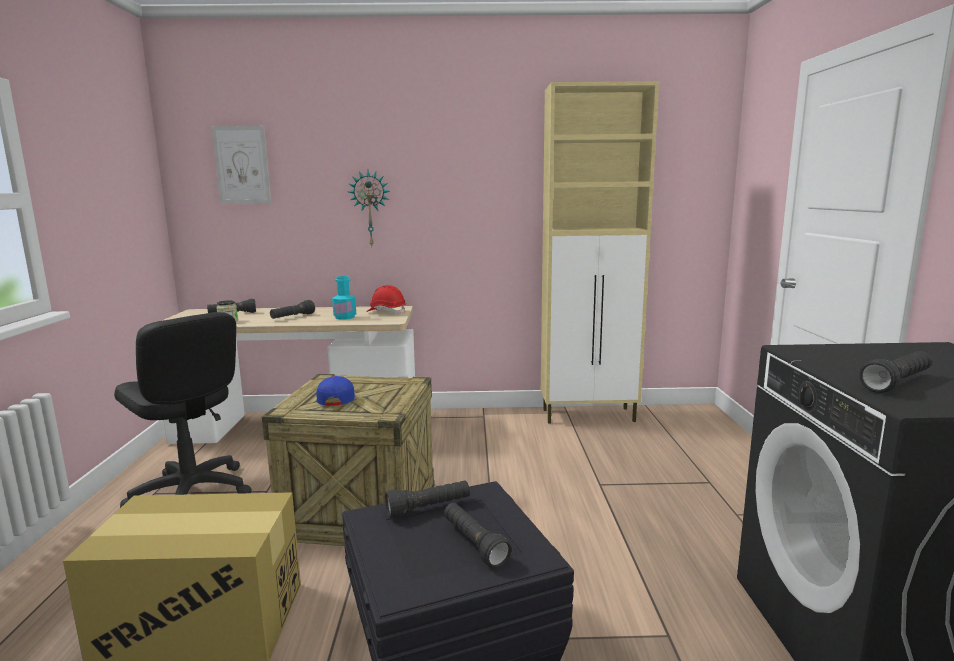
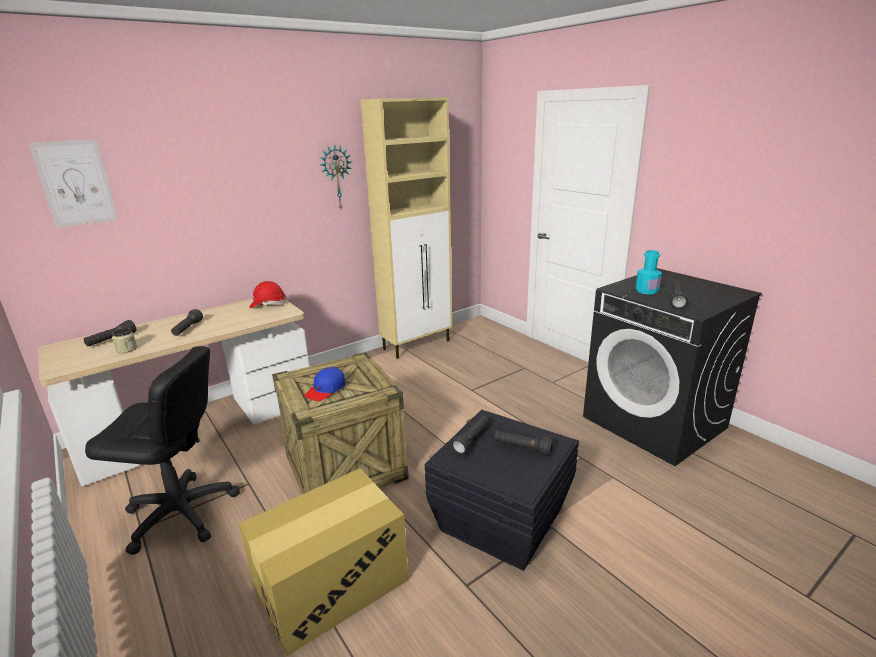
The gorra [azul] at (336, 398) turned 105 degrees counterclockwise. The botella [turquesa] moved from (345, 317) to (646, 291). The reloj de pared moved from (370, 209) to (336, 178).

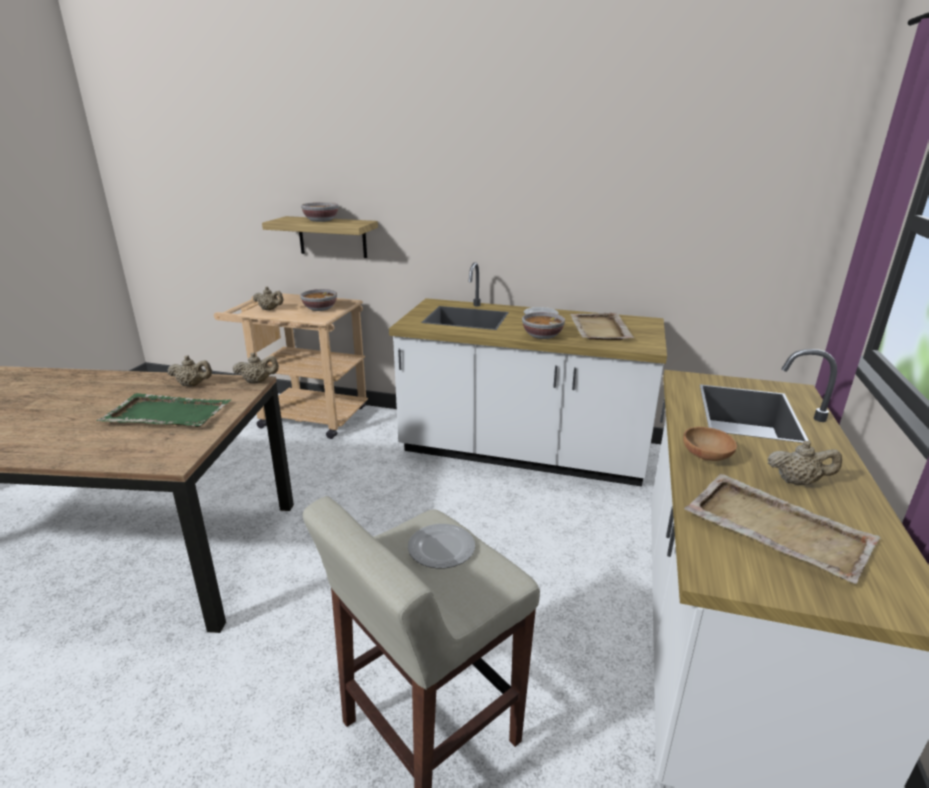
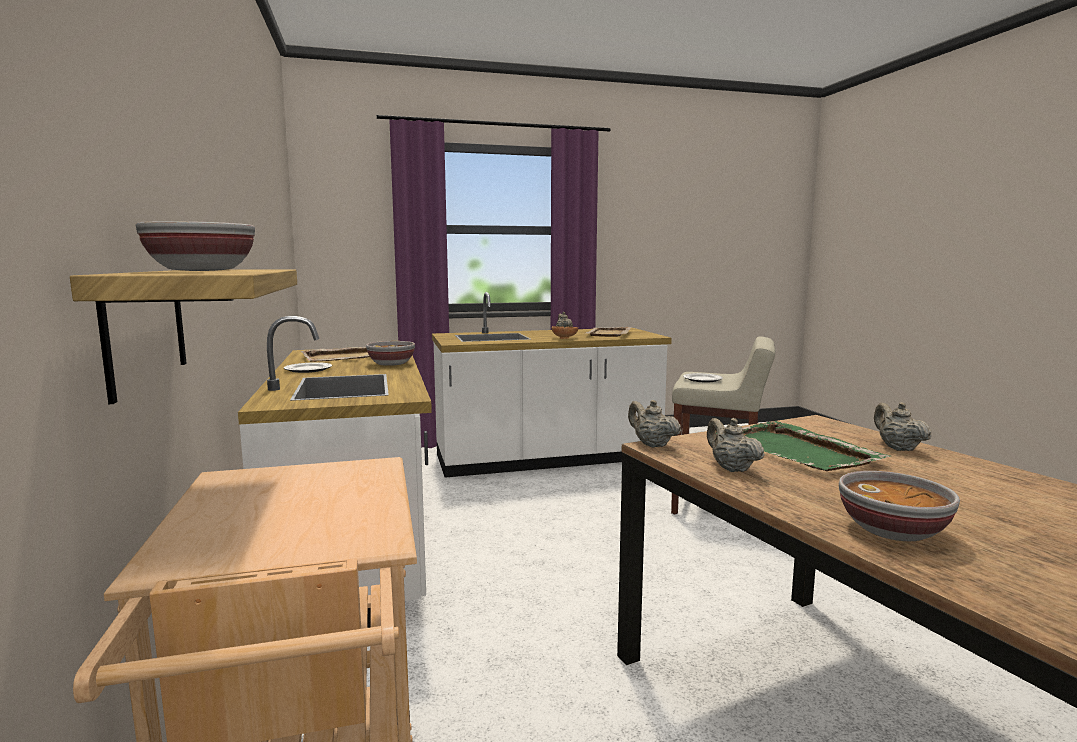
The tetera [beis] moved from (270, 309) to (897, 448). The cuenco moved from (319, 308) to (893, 530).

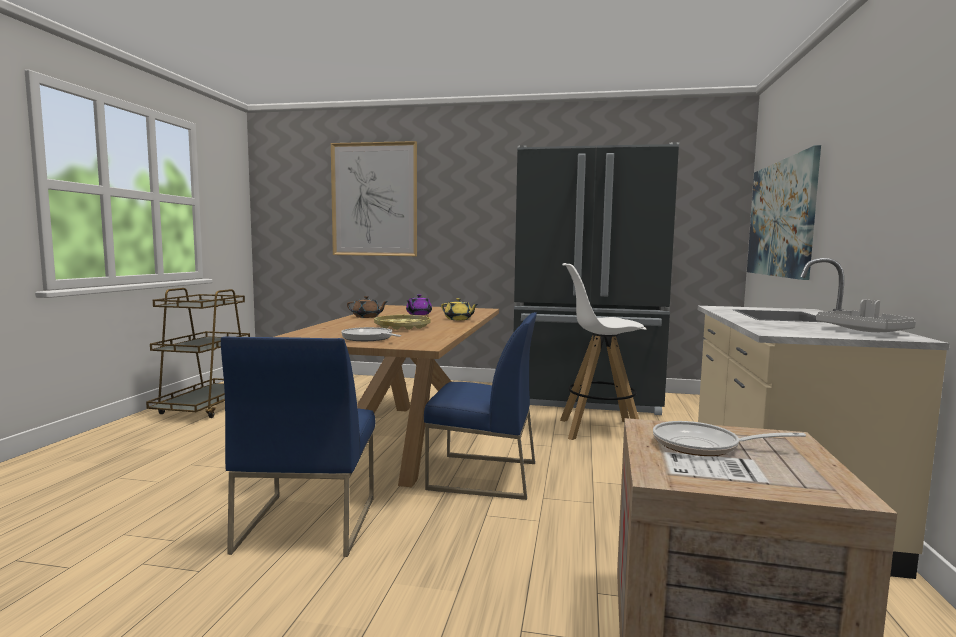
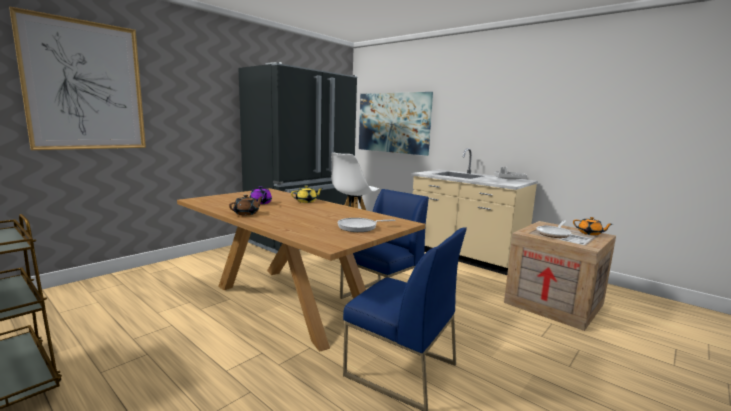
The bandeja [amarillo] at (402, 327) disappeared. The tetera [naranja] at (590, 233) appeared.

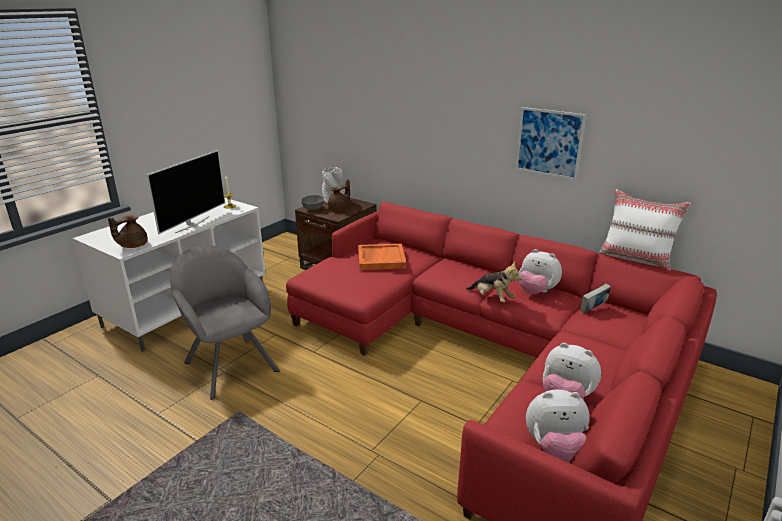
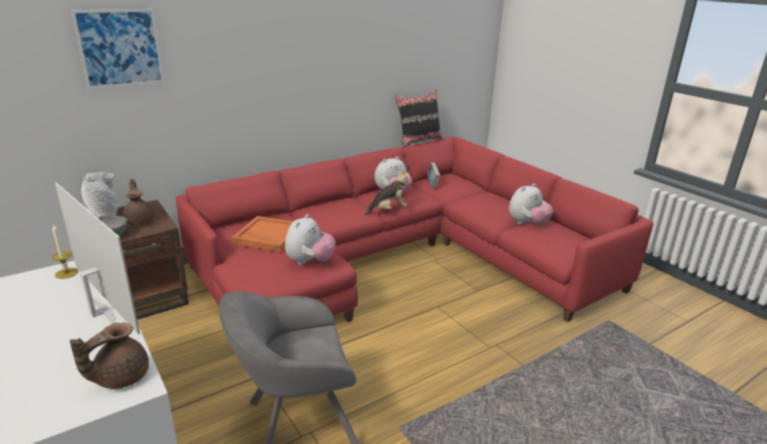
The tetera [marrón] at (132, 245) turned 75 degrees clockwise. The cuadro moved from (549, 143) to (120, 48). The peluche moved from (555, 450) to (310, 262). The cojín [blanco] at (636, 258) became the cojín [negro] at (419, 141).

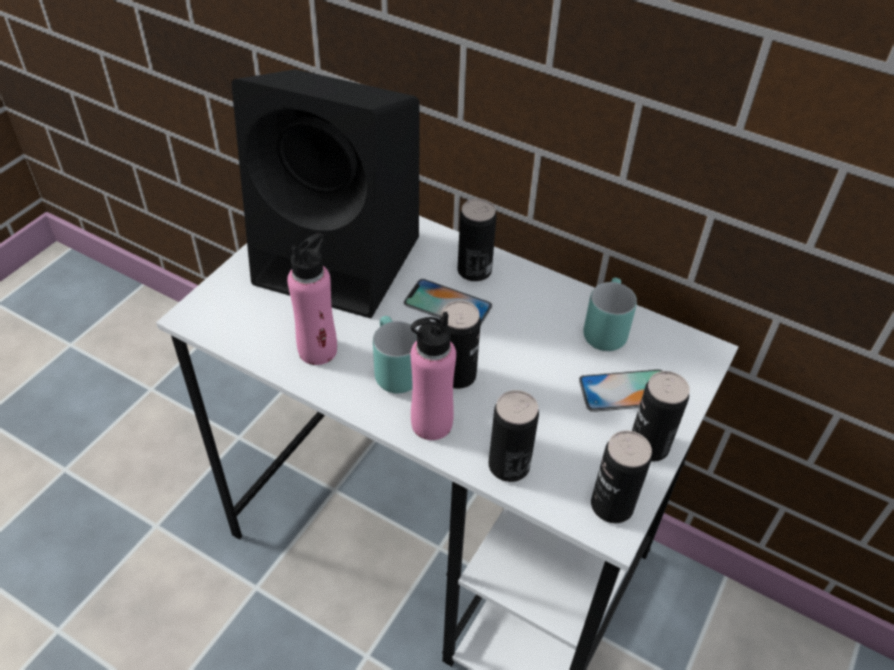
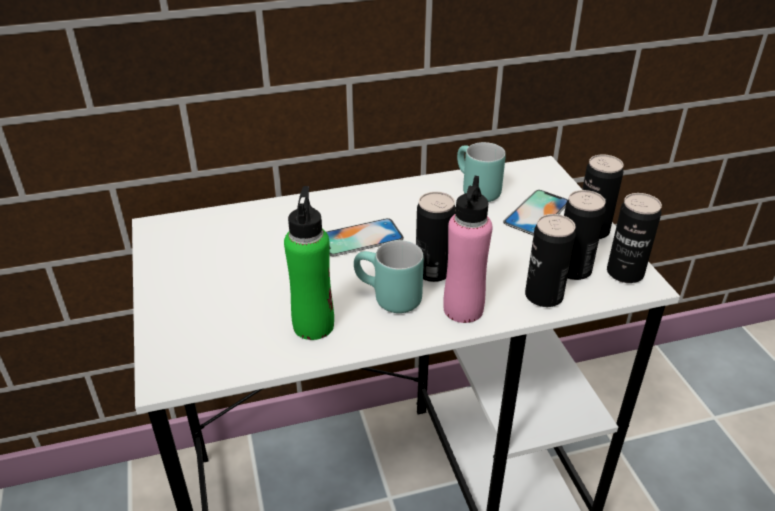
The altavoz [negro] at (342, 260) disappeared. The botella [rosa] at (318, 350) became the botella [verde] at (313, 325). The lata moved from (474, 271) to (573, 270).

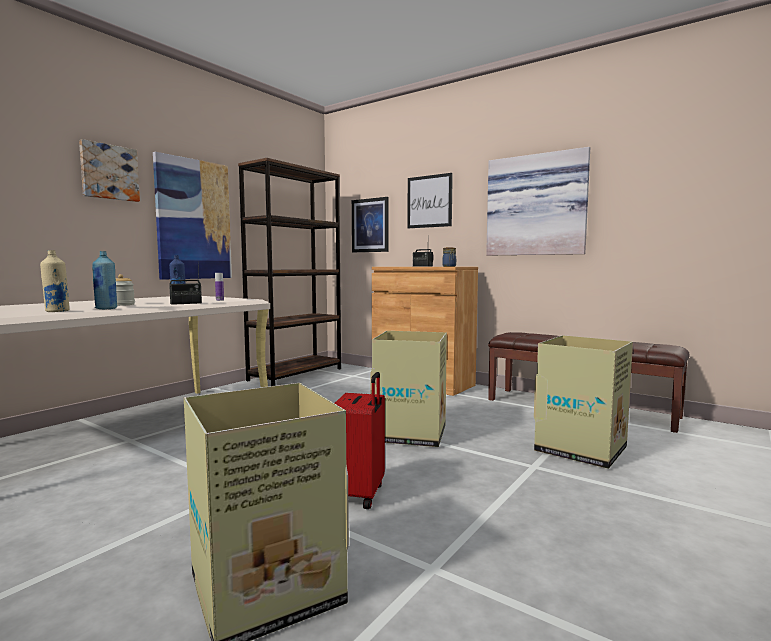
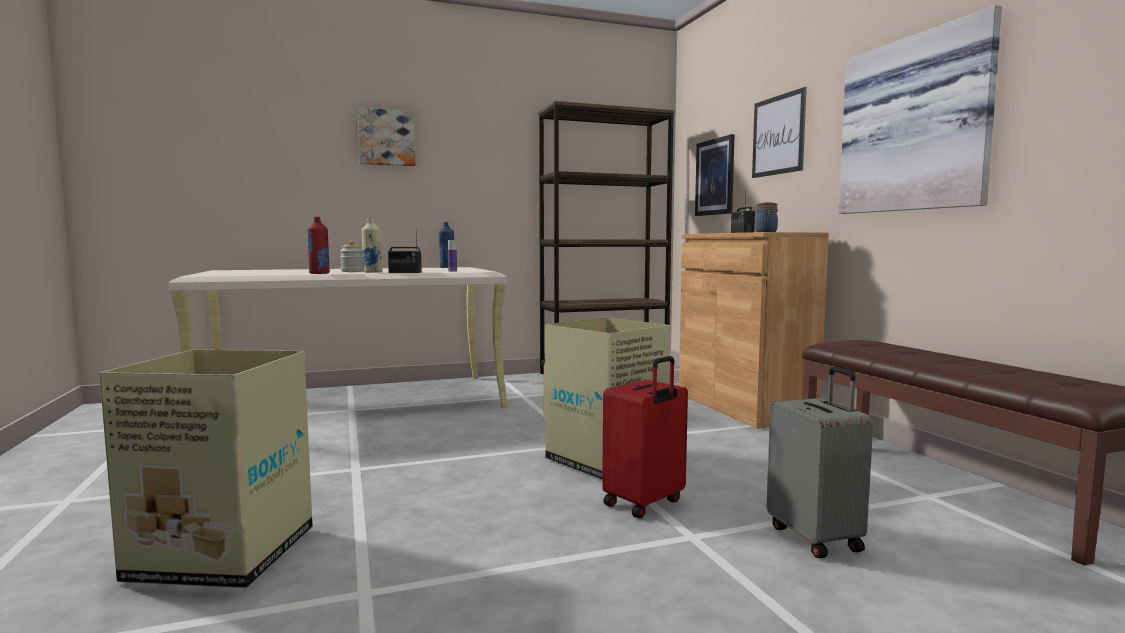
The botella [beis] moved from (57, 311) to (372, 272). The botella [azul] at (106, 308) became the botella [rojo] at (319, 273). The cuadro at (193, 219) disappeared. The maleta [rojo] moved from (360, 494) to (645, 503). The caja de cartón at (581, 449) was replaced by the maleta [gris] at (816, 538).

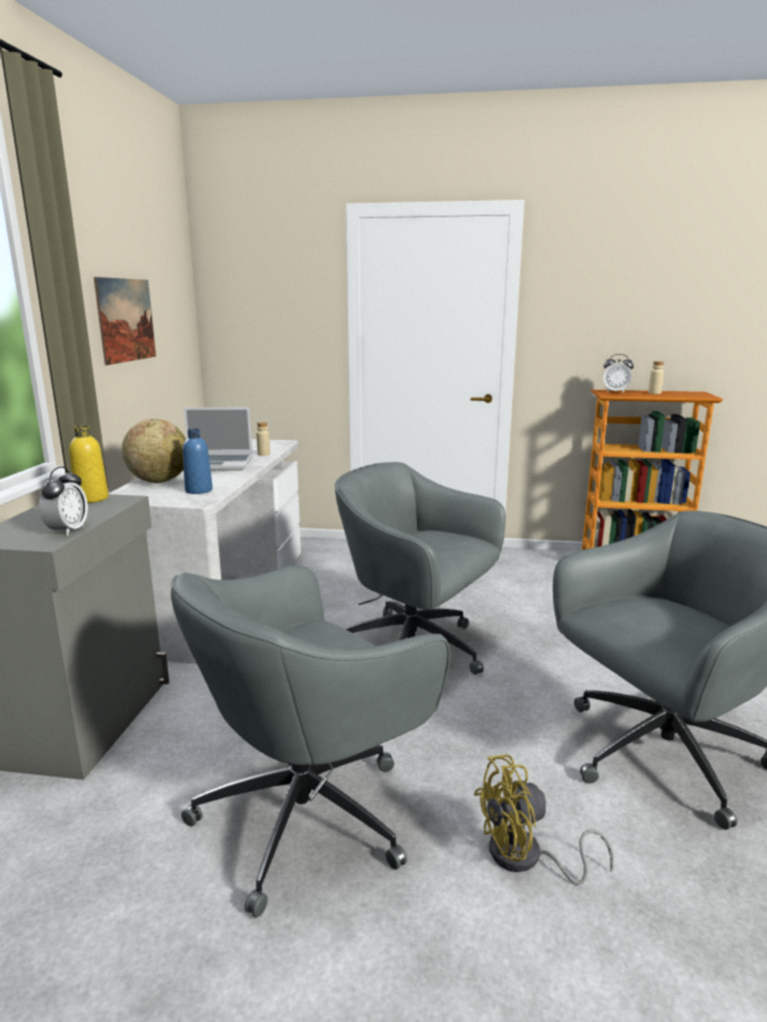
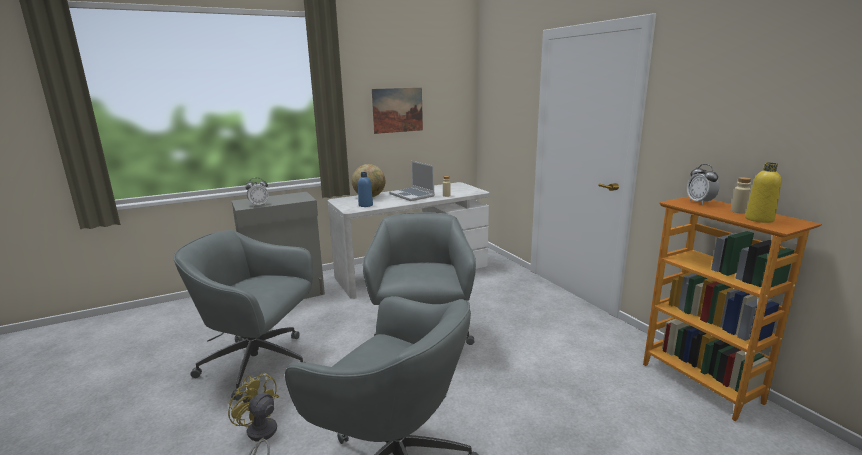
The botella [amarillo] moved from (92, 498) to (759, 219).

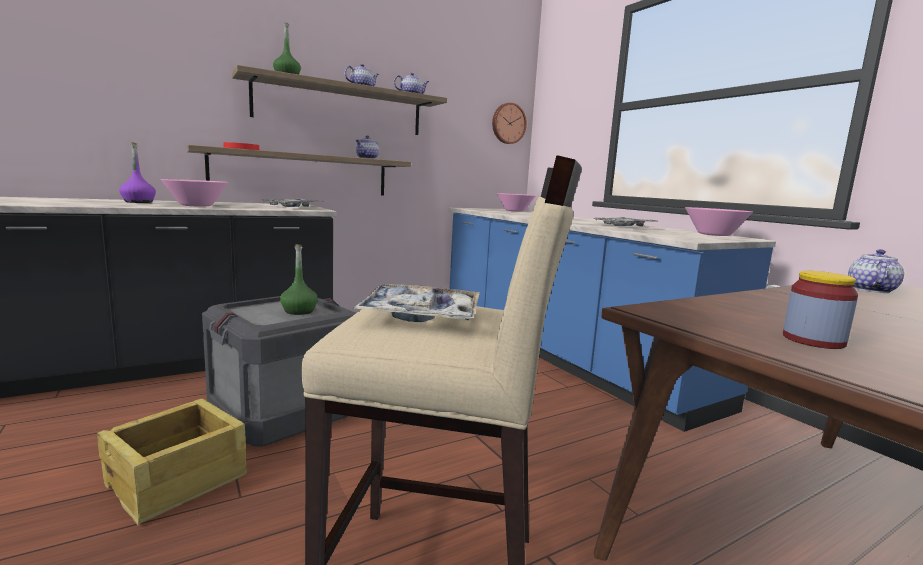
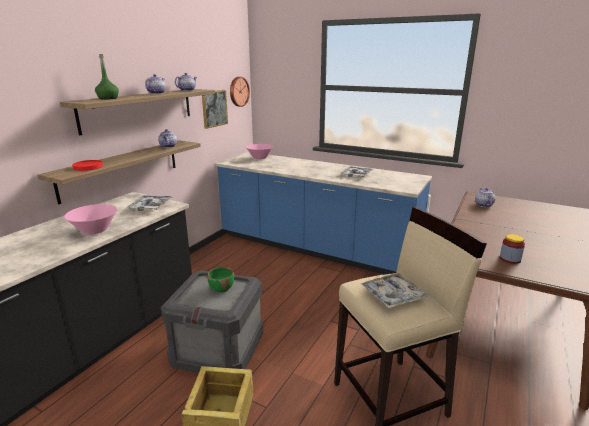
The botella [morado] at (138, 202) disappeared. The botella [verde] at (299, 311) was replaced by the cuenco [verde] at (221, 288). The cuenco [rosa] at (713, 234) disappeared. The cuadro at (214, 108) appeared.

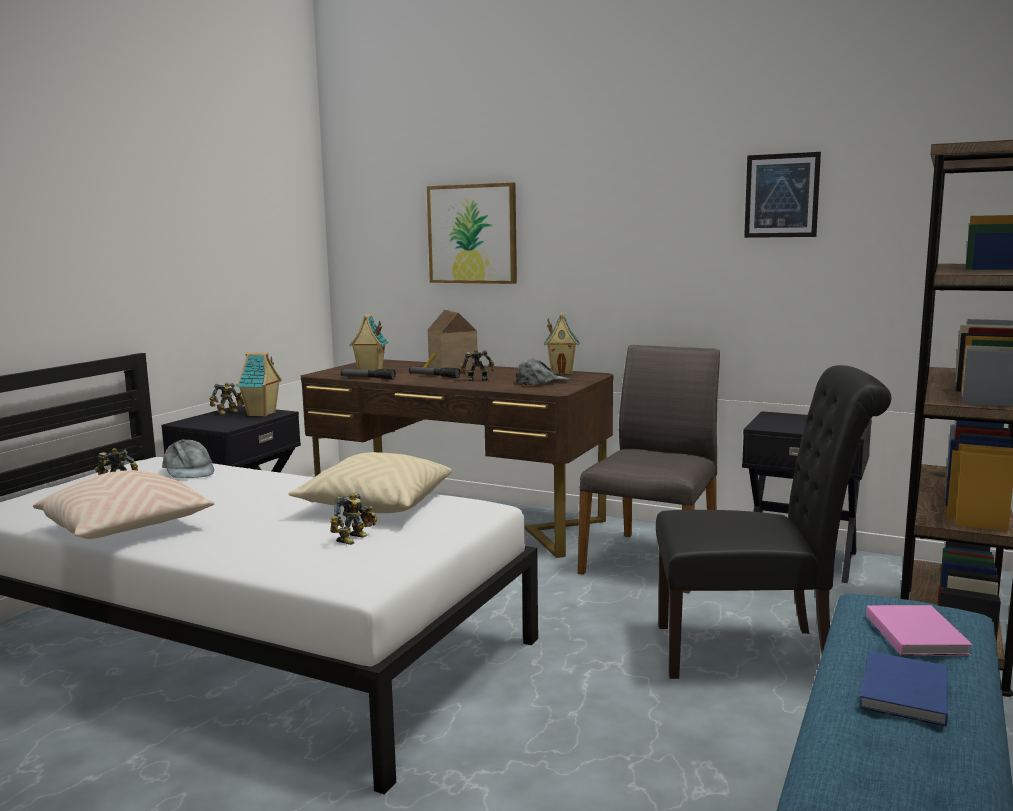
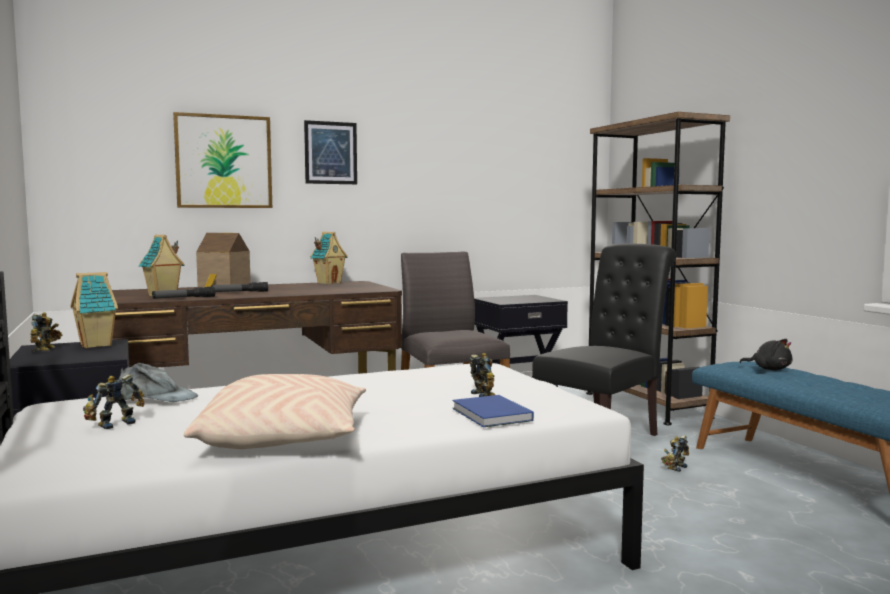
The cojín [beis] at (375, 505) disappeared. The robot de juguete moved from (477, 379) to (675, 467). The gorra [gris] at (542, 382) disappeared. The cuadro moved from (781, 195) to (330, 153). The libro [azul] moved from (902, 693) to (491, 415). The libro [rosa] at (916, 633) was replaced by the peluche [negro] at (769, 369).

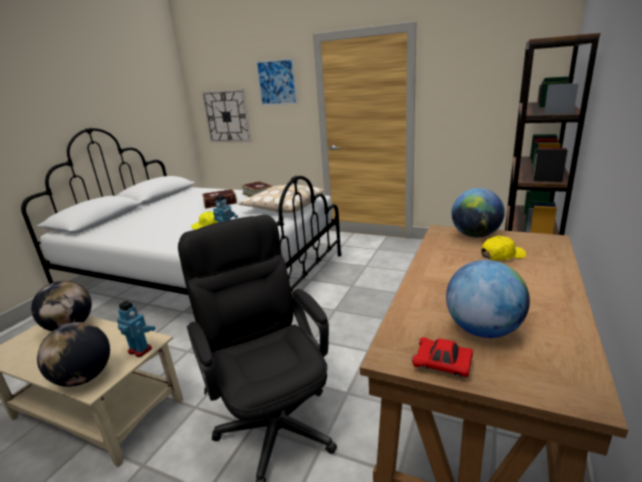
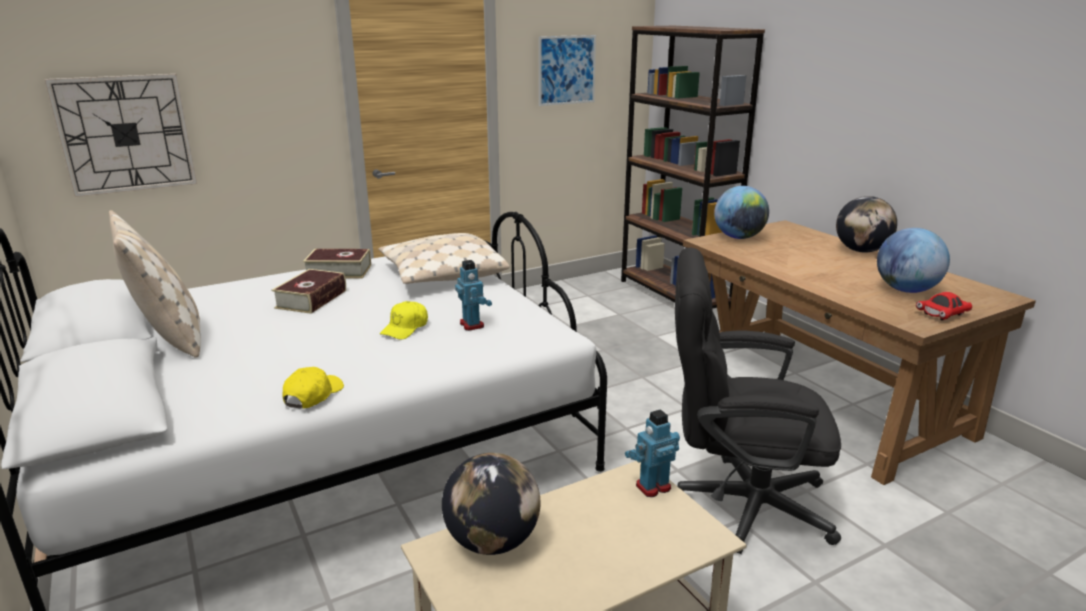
The globo terráqueo moved from (84, 378) to (861, 251). The cuadro moved from (277, 82) to (567, 70). The gorra [amarillo] moved from (502, 255) to (313, 395). The cojín [beis] at (169, 337) appeared.

